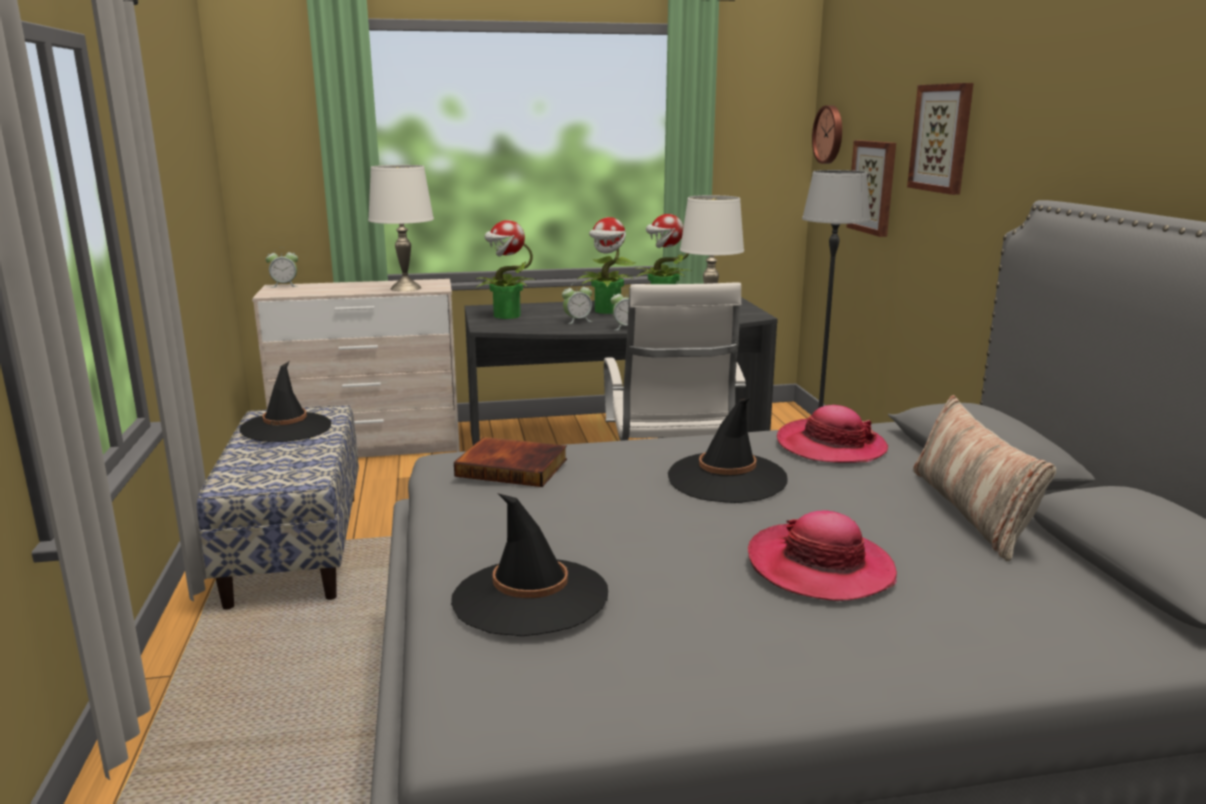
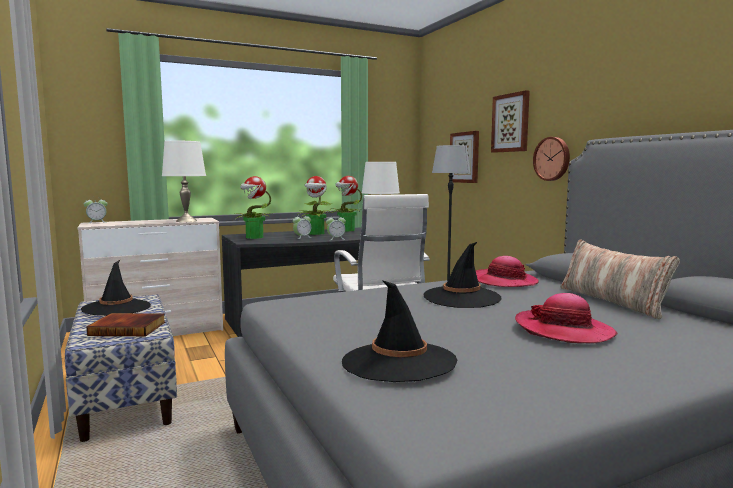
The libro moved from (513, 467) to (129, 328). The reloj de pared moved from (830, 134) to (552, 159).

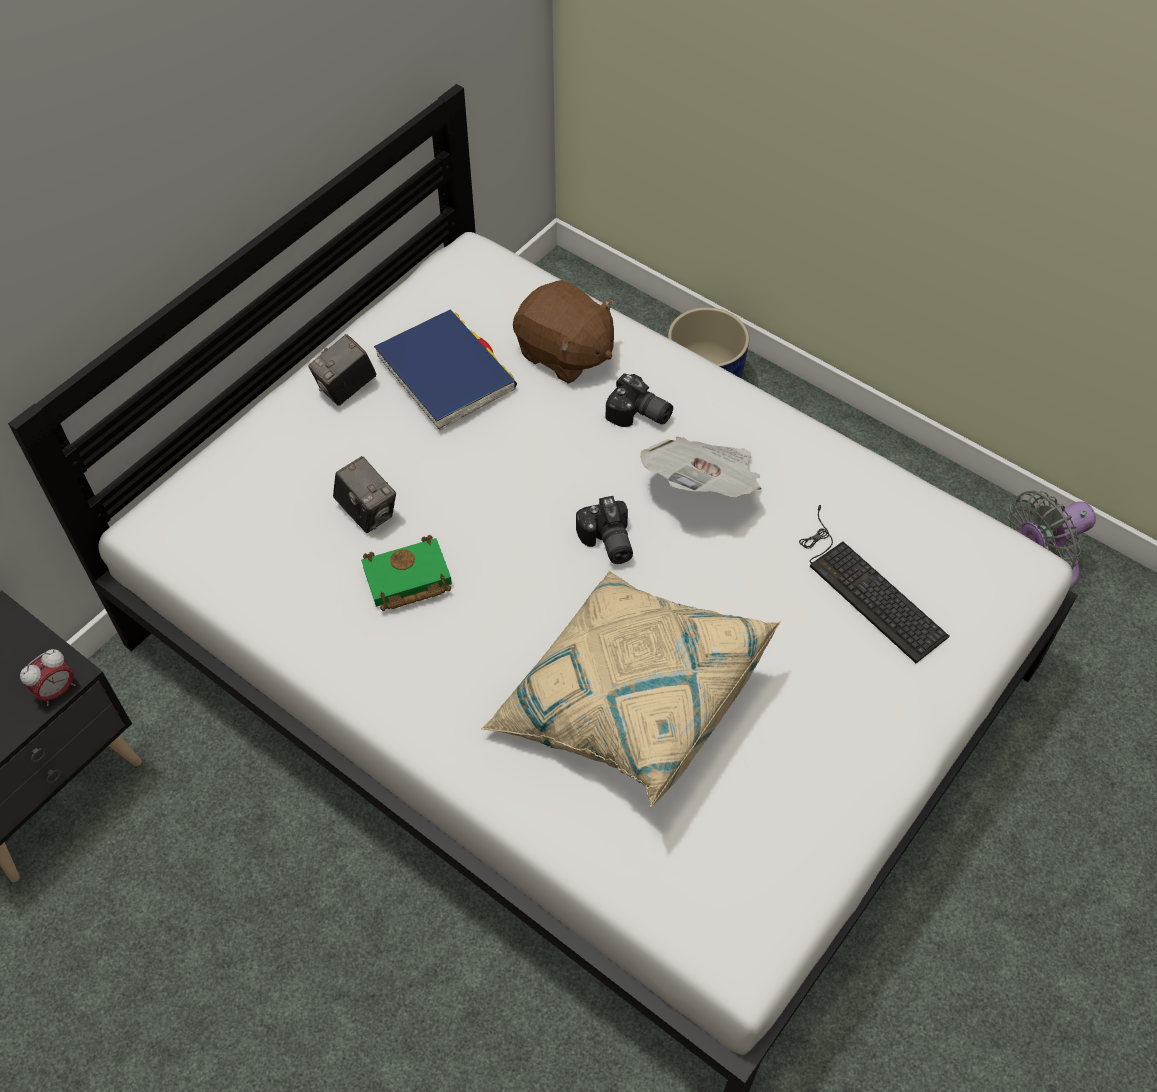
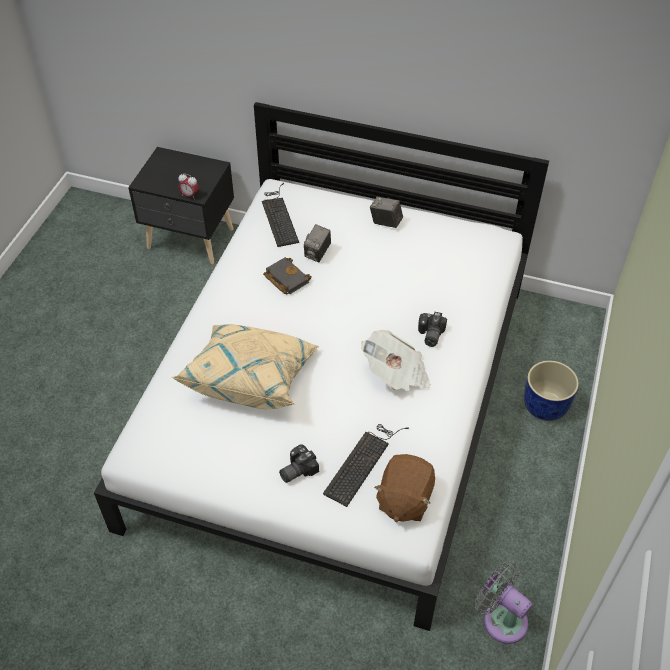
The libro [verde] at (406, 580) became the libro [negro] at (285, 278). The libro [azul] at (446, 373) disappeared. The peluche [marrón] moved from (564, 354) to (404, 499). The cámara moved from (606, 542) to (296, 469). The teclado at (279, 216) appeared.

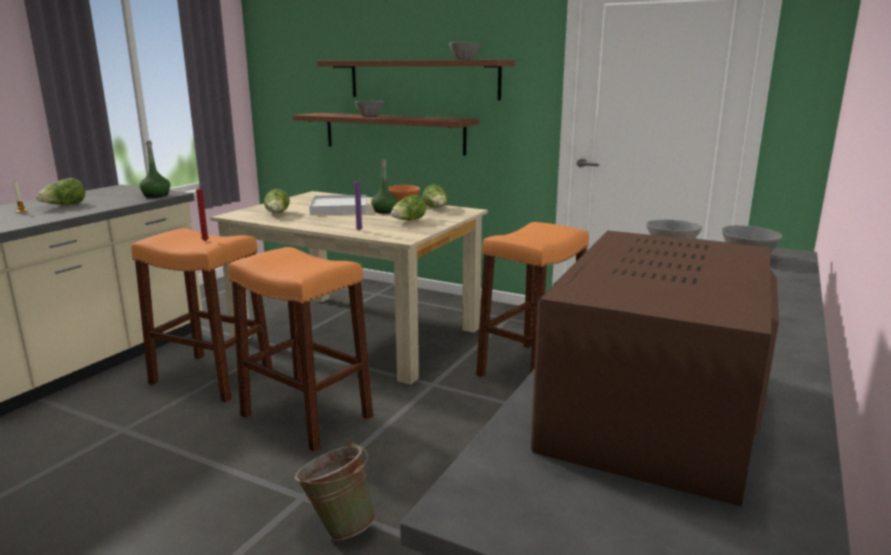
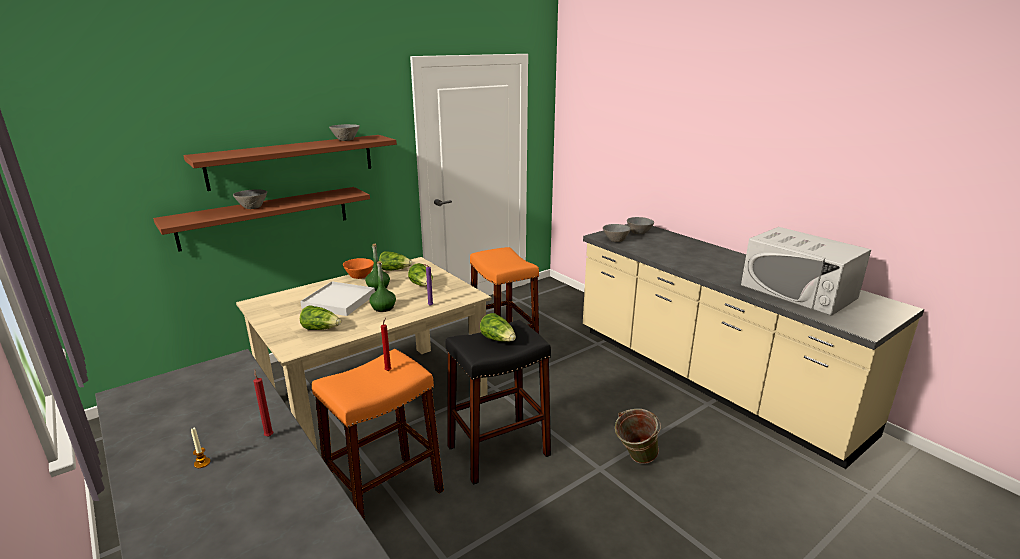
The lechuga moved from (64, 205) to (498, 339). The botella [verde] moved from (156, 195) to (383, 308). The taburete [naranja] at (306, 416) became the taburete [negro] at (498, 451). The microondas [marrón] at (652, 408) became the microondas [blanco] at (798, 291). The vela [rojo] at (269, 435) appeared.

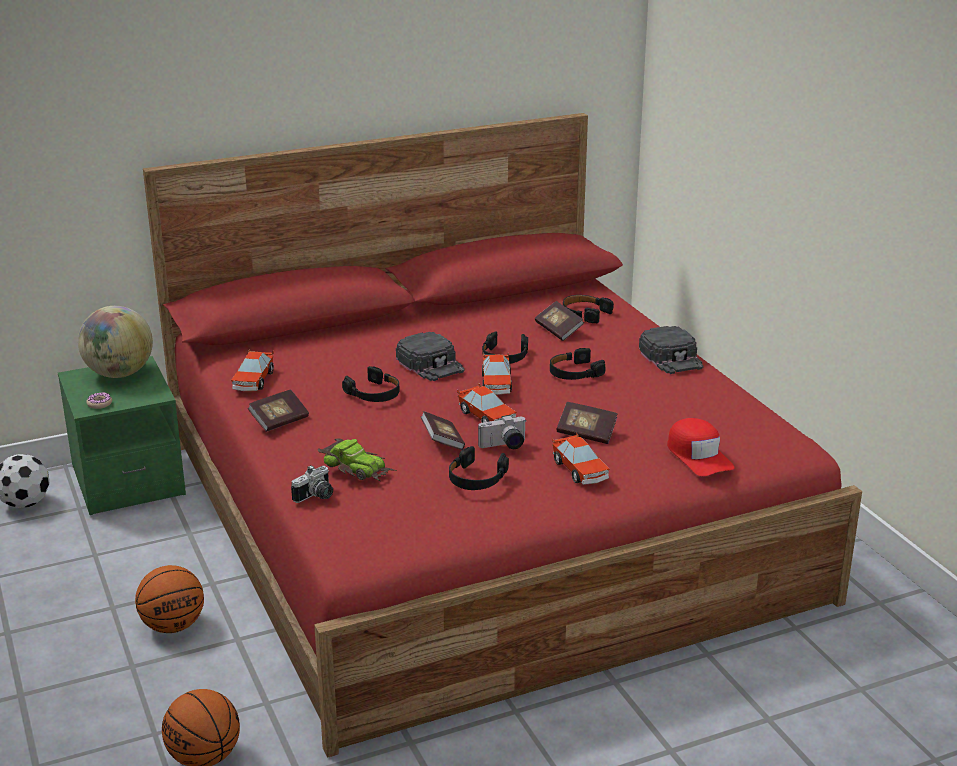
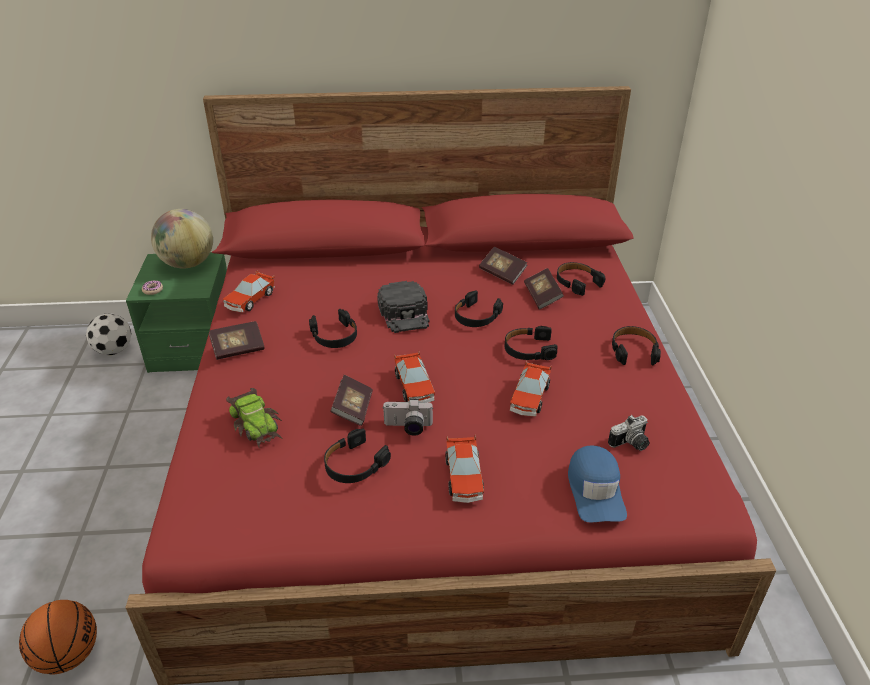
The balón de baloncesto at (173, 626) disappeared. The cámara moved from (316, 497) to (631, 444). The coche de juguete moved from (496, 384) to (529, 398). The libro moved from (586, 433) to (502, 273). The gorra [negro] at (671, 357) was replaced by the auriculares [negro] at (633, 350). The gorra [rojo] at (698, 456) became the gorra [azul] at (595, 490).

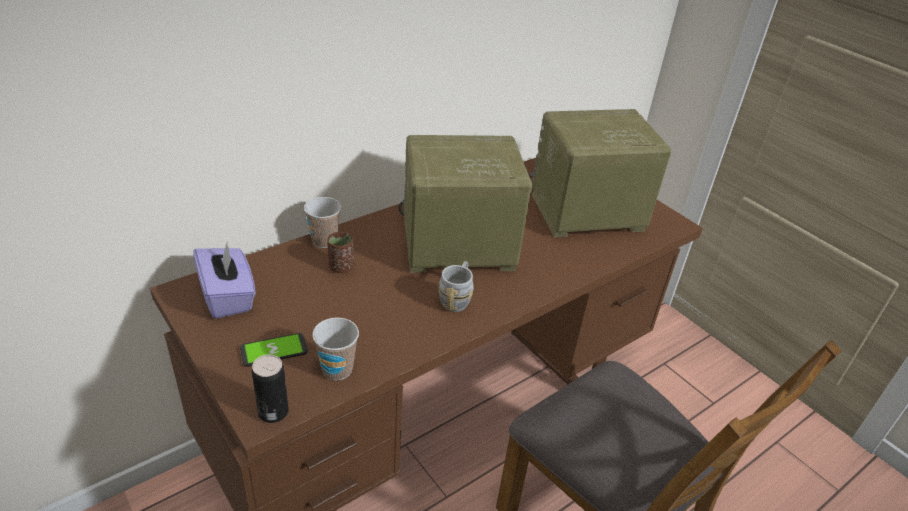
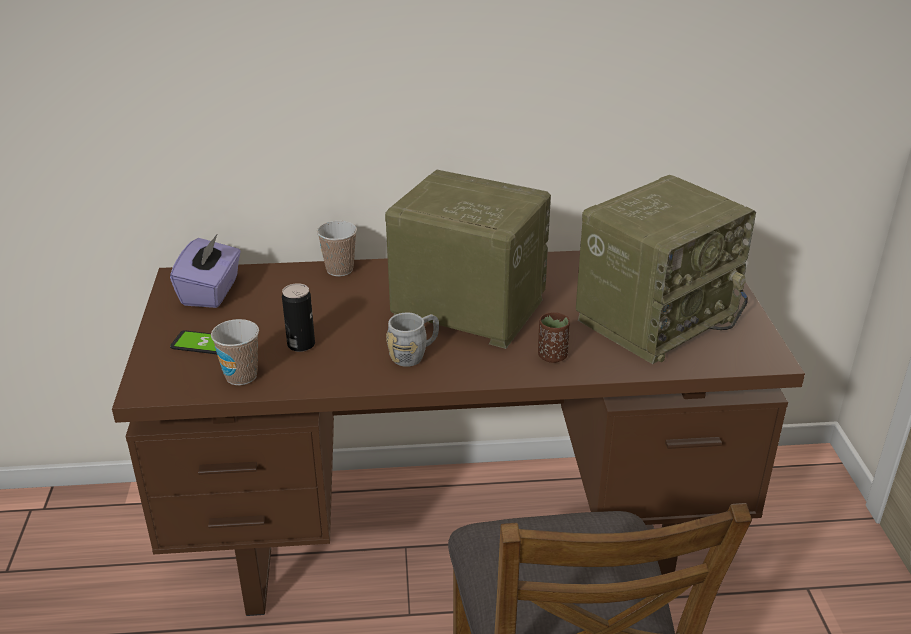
The lata moved from (273, 412) to (301, 345). The taza [marrón] moved from (341, 267) to (552, 356). The radio at (585, 213) turned 120 degrees clockwise.

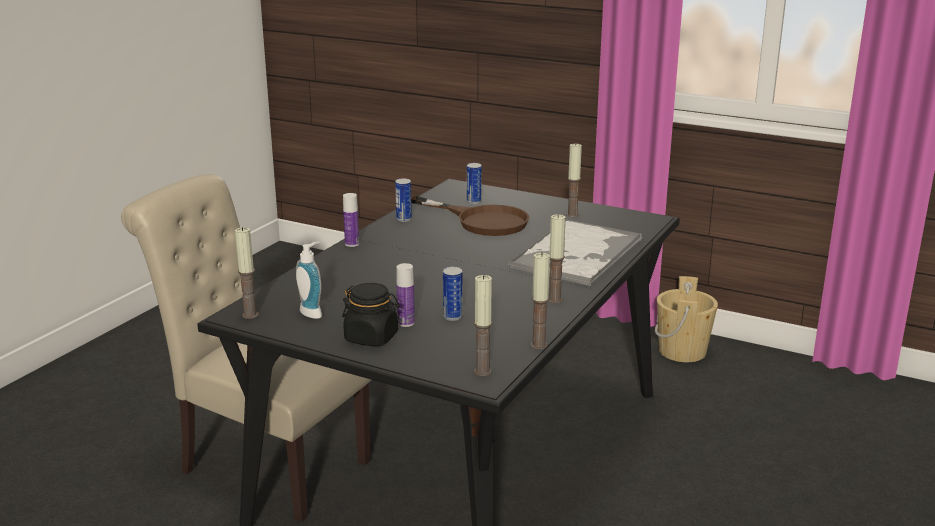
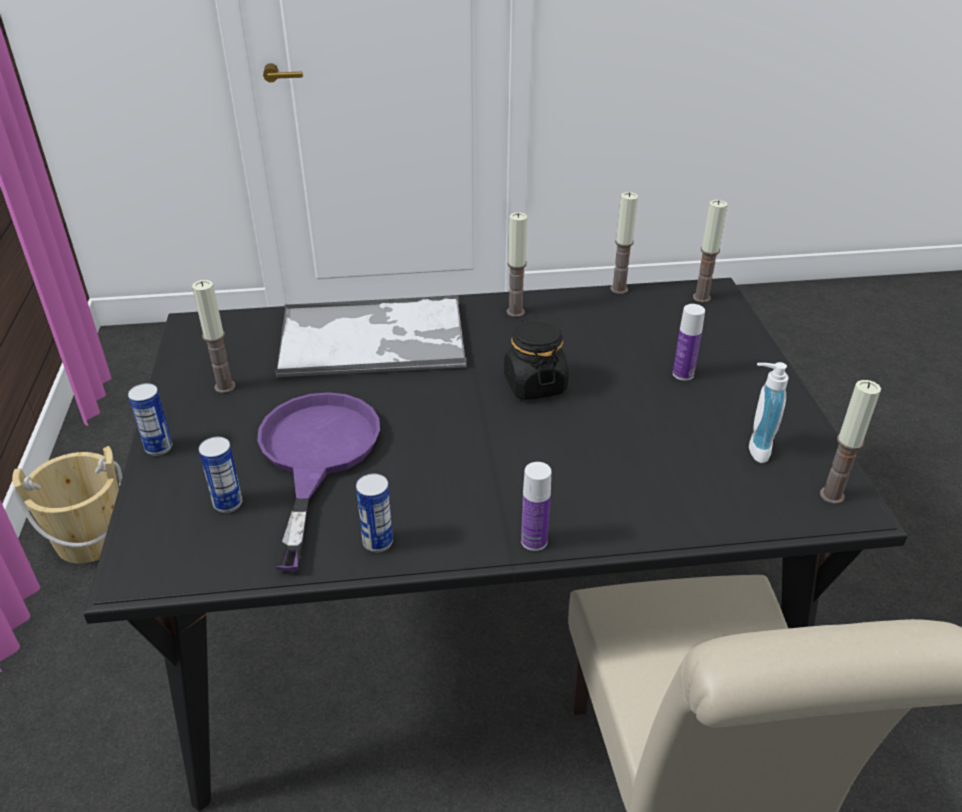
The tarro [negro] moved from (371, 337) to (534, 384). The sartén [marrón] at (482, 221) became the sartén [morado] at (316, 456). The lata moved from (452, 317) to (159, 447).

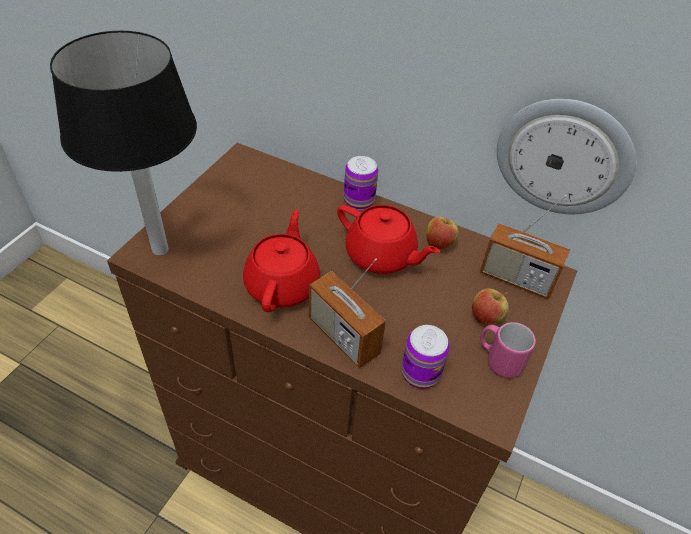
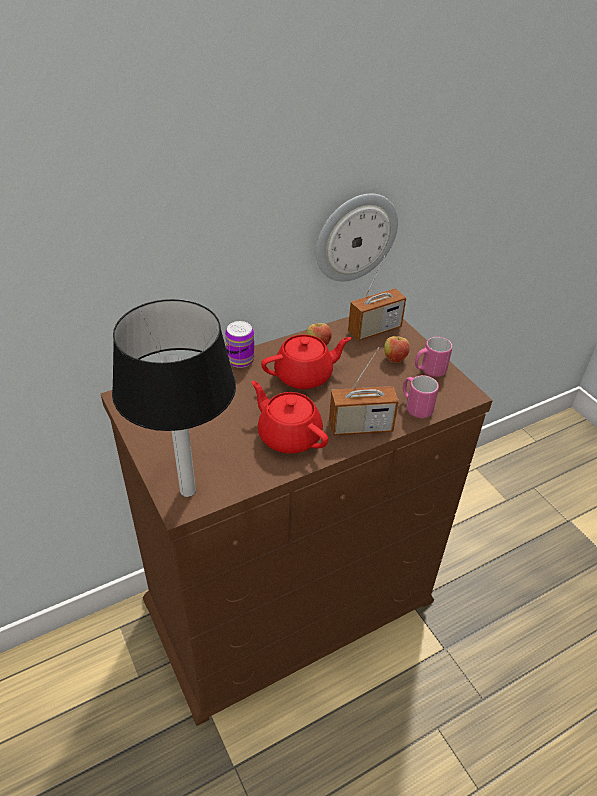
The lata at (420, 373) was replaced by the taza grande [rosa] at (415, 407).

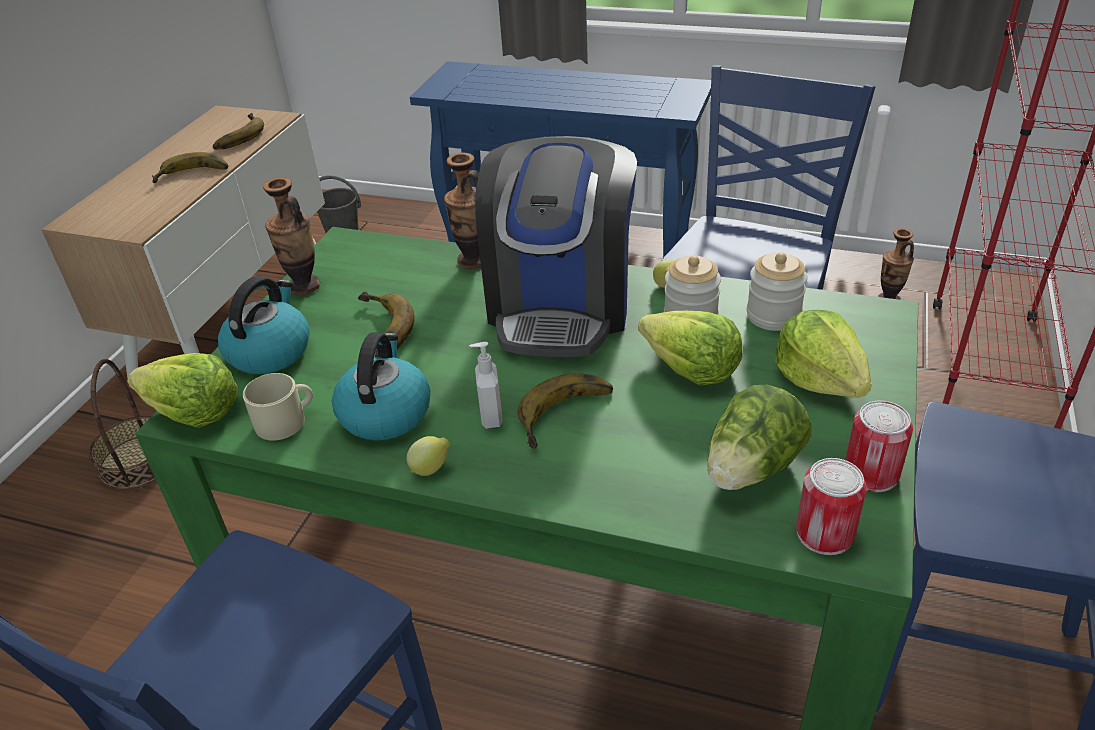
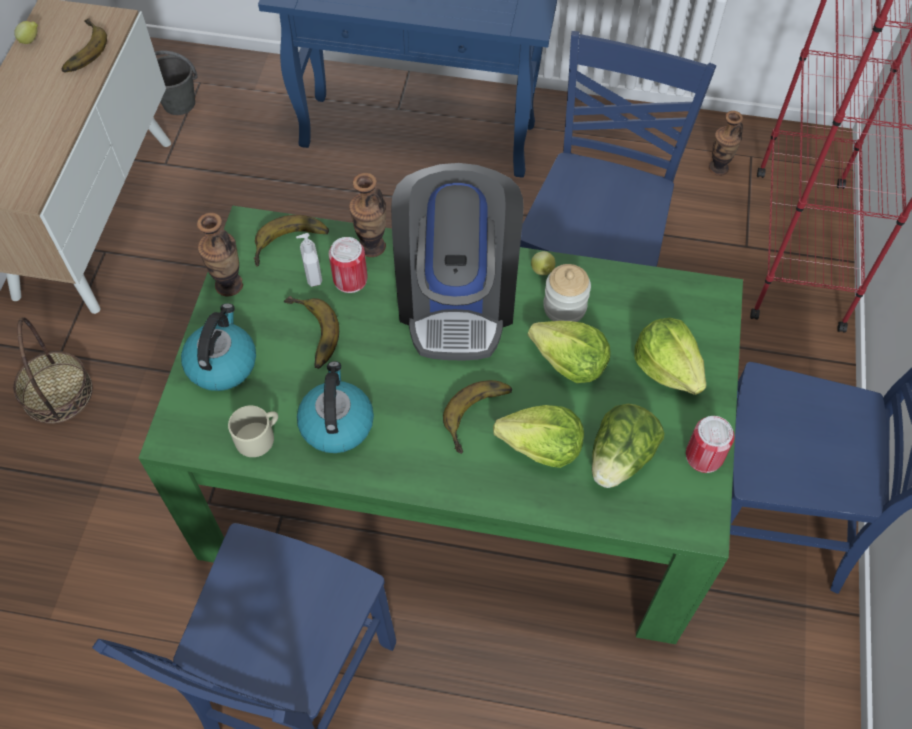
The lechuga moved from (193, 413) to (541, 447). The plátano moved from (192, 175) to (292, 246). The limón moved from (431, 469) to (30, 40). The dispensador de jabón moved from (490, 417) to (312, 276). The tarro at (773, 316) disappeared. The lata moved from (824, 533) to (350, 279).

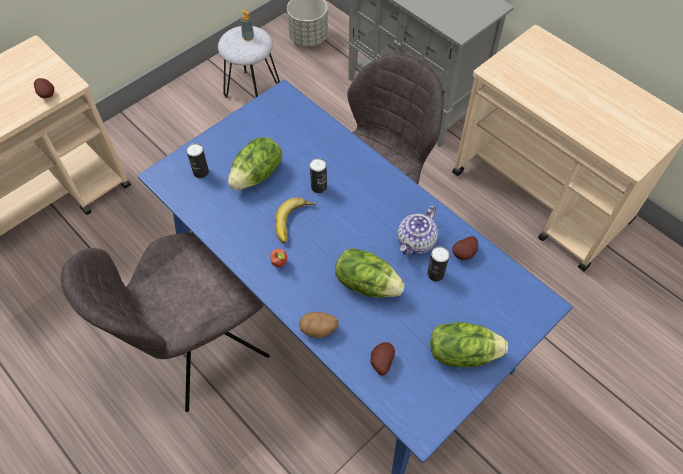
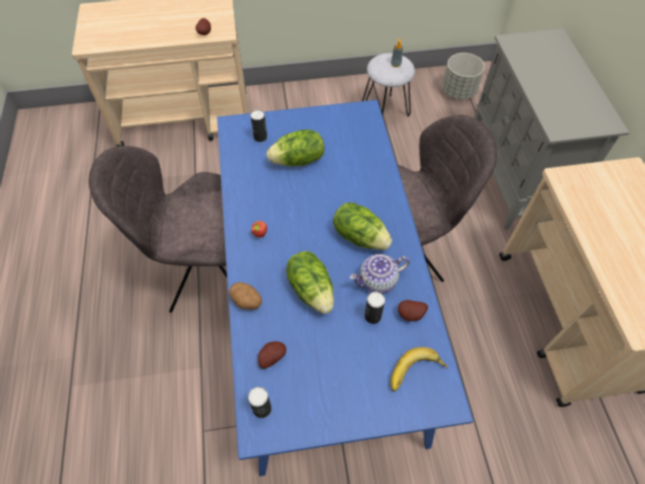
The plátano moved from (295, 223) to (416, 374). The lata moved from (319, 187) to (262, 408). The lechuga moved from (462, 352) to (360, 236).

